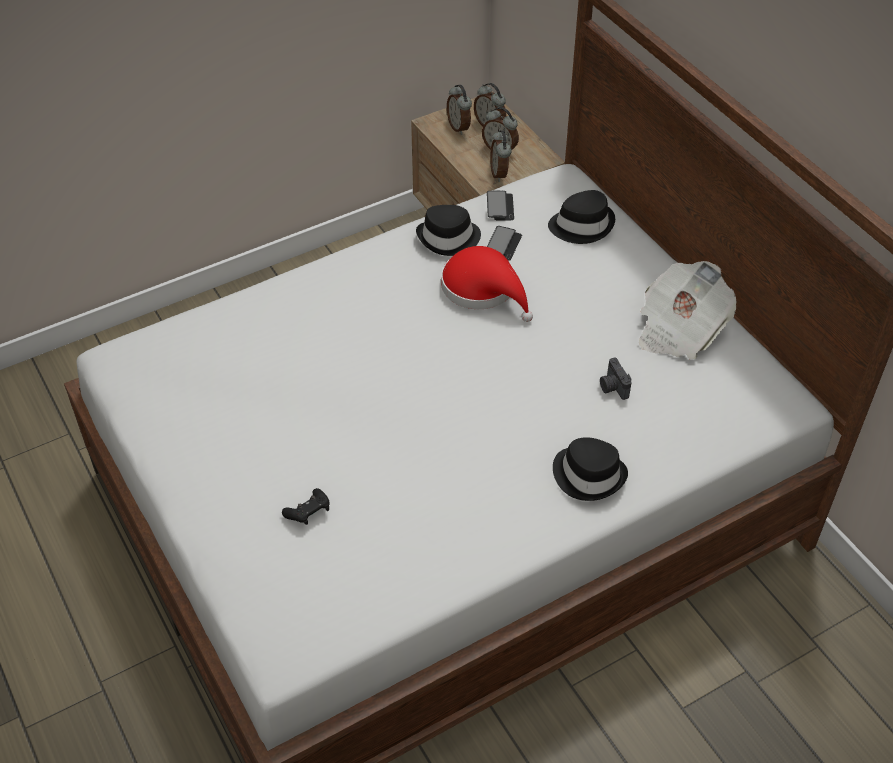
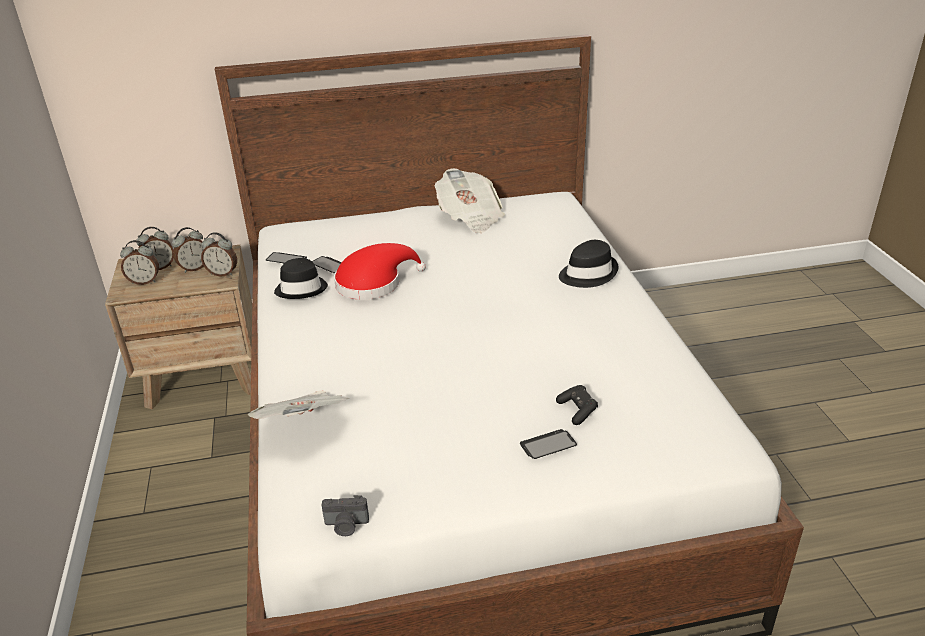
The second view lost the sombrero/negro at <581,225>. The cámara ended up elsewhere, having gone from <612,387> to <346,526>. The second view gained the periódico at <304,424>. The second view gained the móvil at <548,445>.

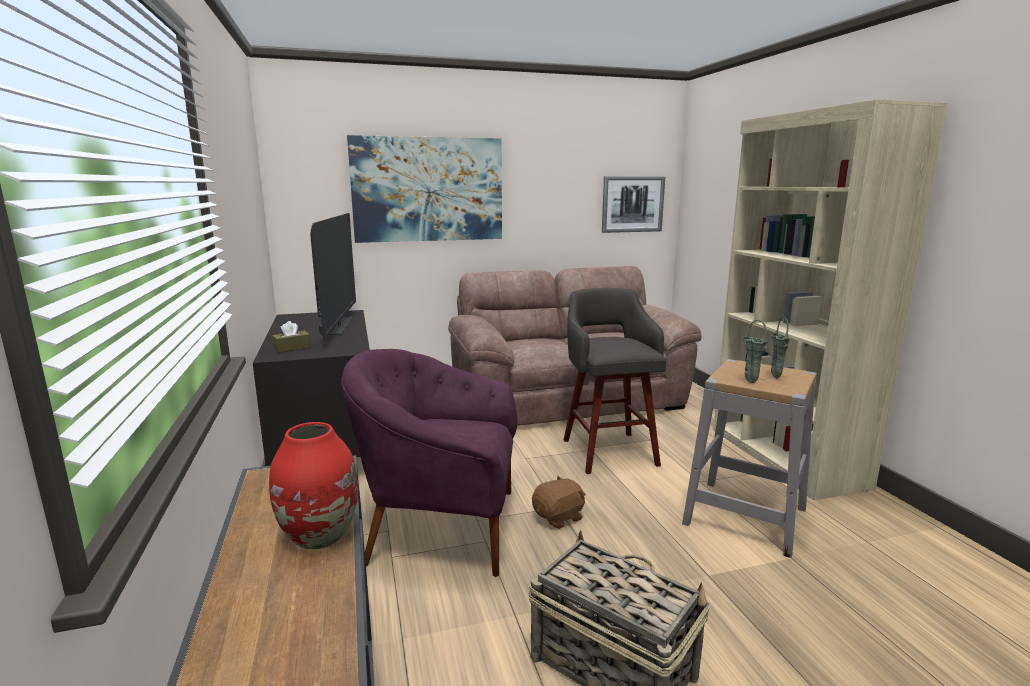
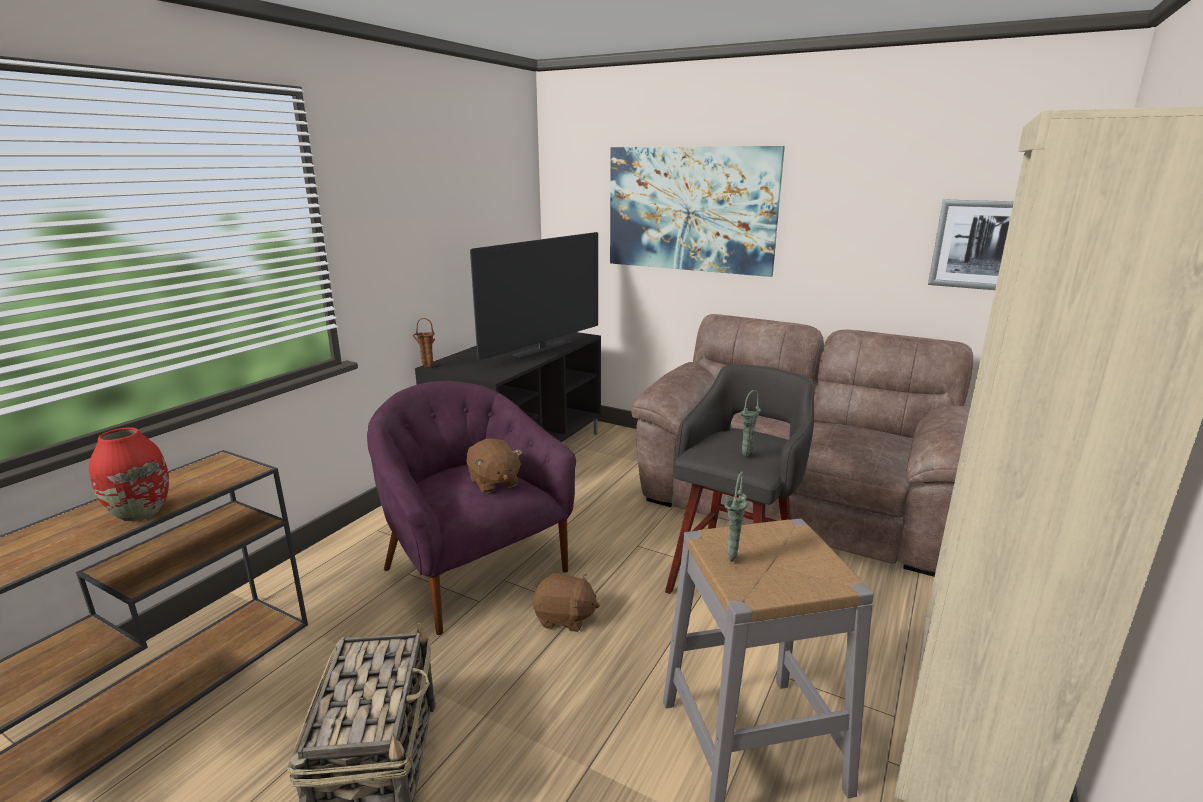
The second view lost the caja de pañuelos/marrón at <292,348>. The florero/verde ended up elsewhere, having gone from <774,377> to <747,455>. The second view gained the florero/marrón at <426,367>. The second view gained the peluche/marrón at <493,483>.

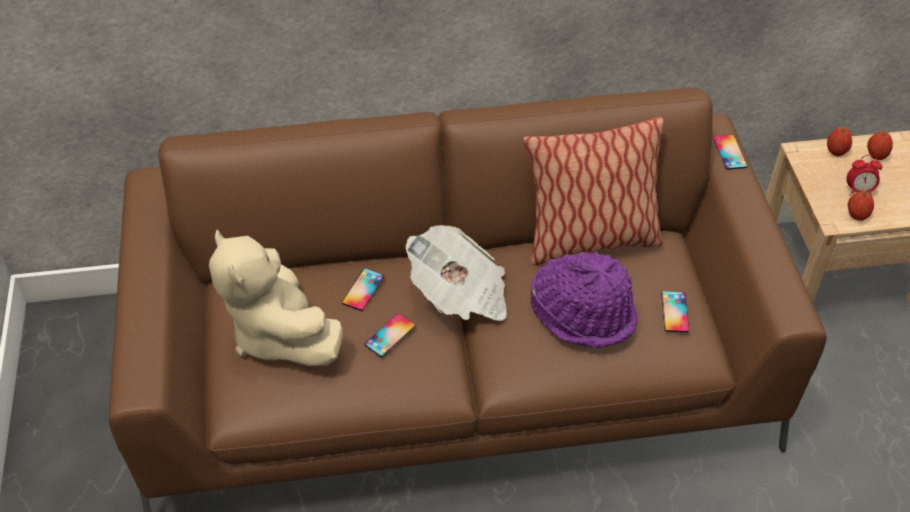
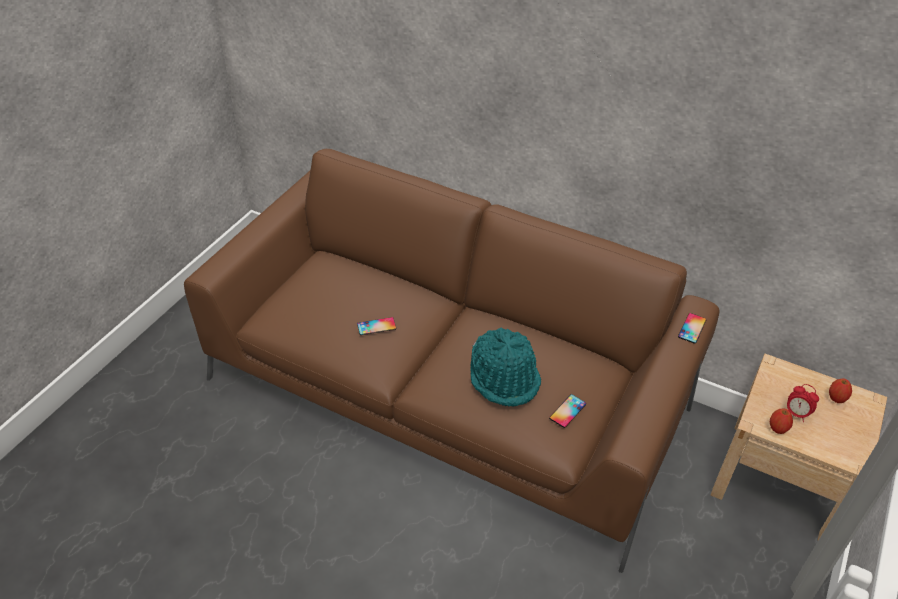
The second view lost the peluche/beis at <279,334>. The second view lost the móvil at <363,289>. The second view lost the periódico at <460,294>. The second view lost the cojín at <590,241>. What was the sombrero/morado at <584,313> turned into the sombrero/turquesa at <504,378>. The second view lost the manzana at <836,151>.

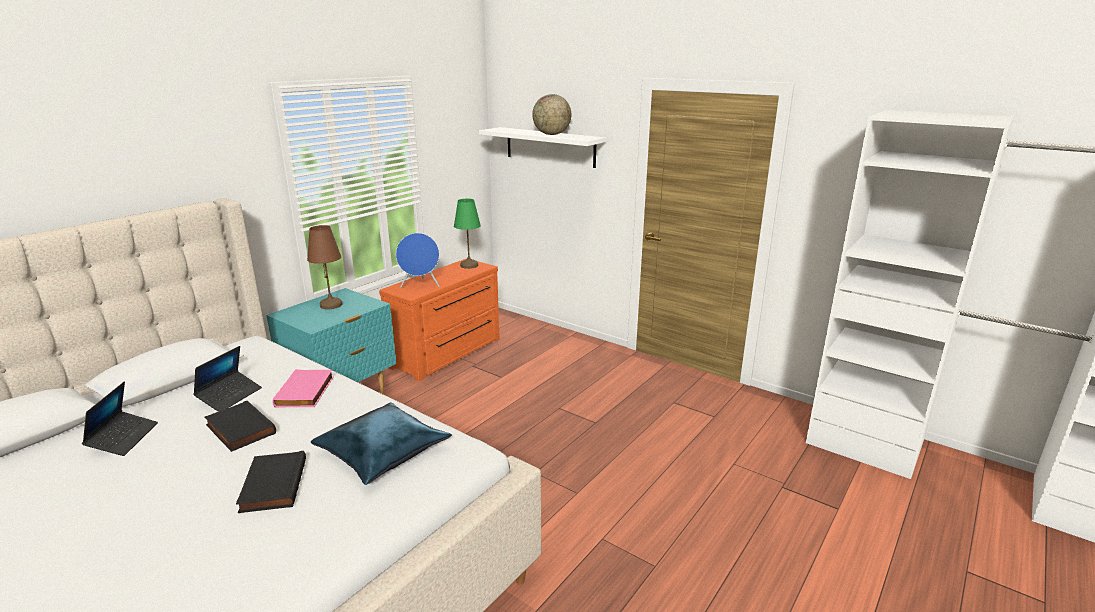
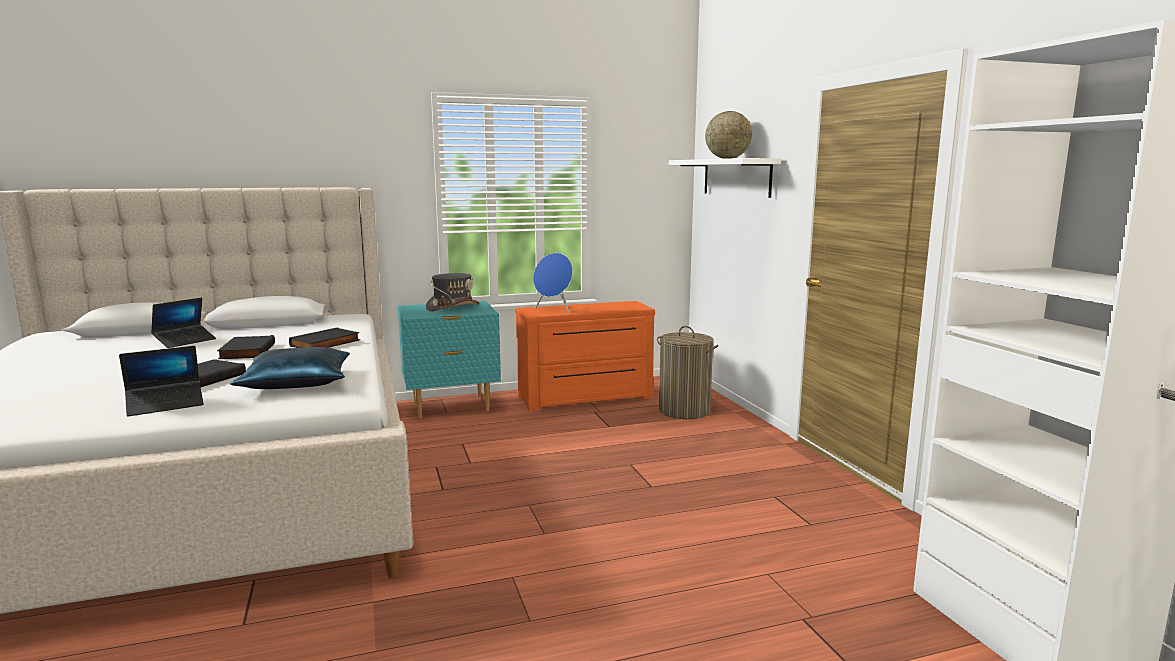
The portátil ended up elsewhere, having gone from <230,396> to <165,405>. What was the libro/rosa at <306,392> turned into the libro/negro at <326,343>. Where the lámpara de mesa/marrón stood at <331,305>, the sombrero/gris came to stand at <453,307>. The second view lost the lámpara de mesa/verde at <469,265>. The second view gained the cesto de la ropa at <684,411>.

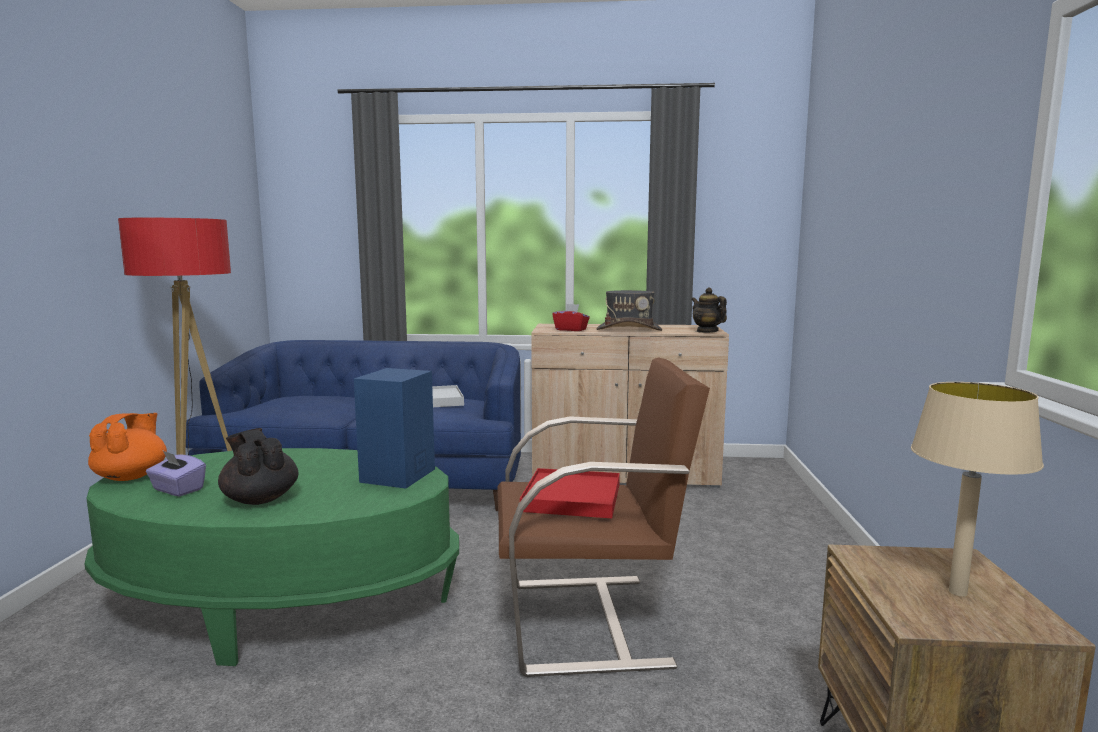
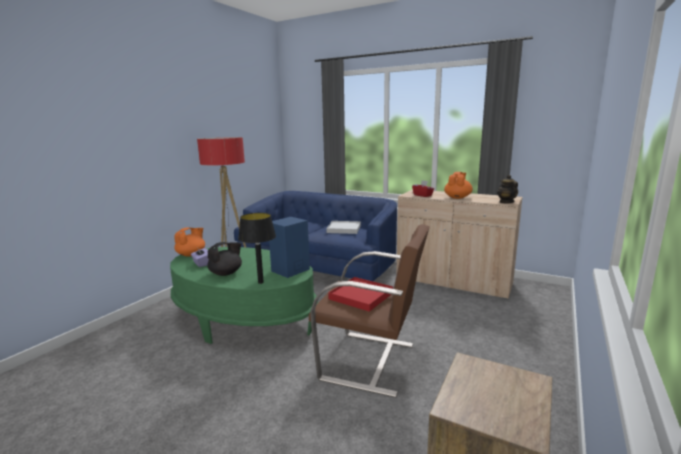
The tetera/negro at <260,499> ended up facing another way, 60 degrees clockwise from before. Where the sombrero/gris stood at <629,330>, the tetera/naranja came to stand at <457,197>. The second view lost the lámpara de mesa/beis at <957,592>. The second view gained the lámpara de mesa/negro at <260,282>.

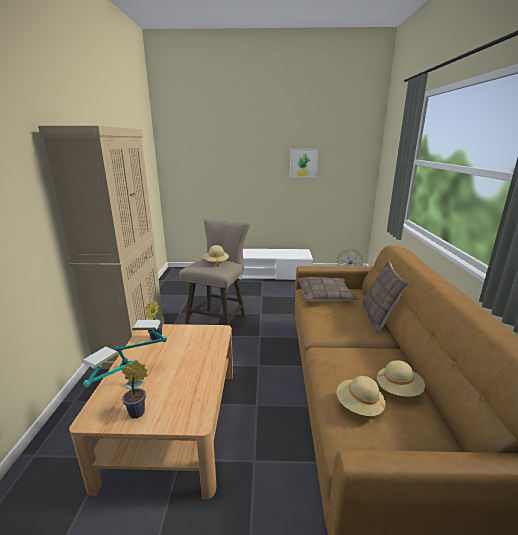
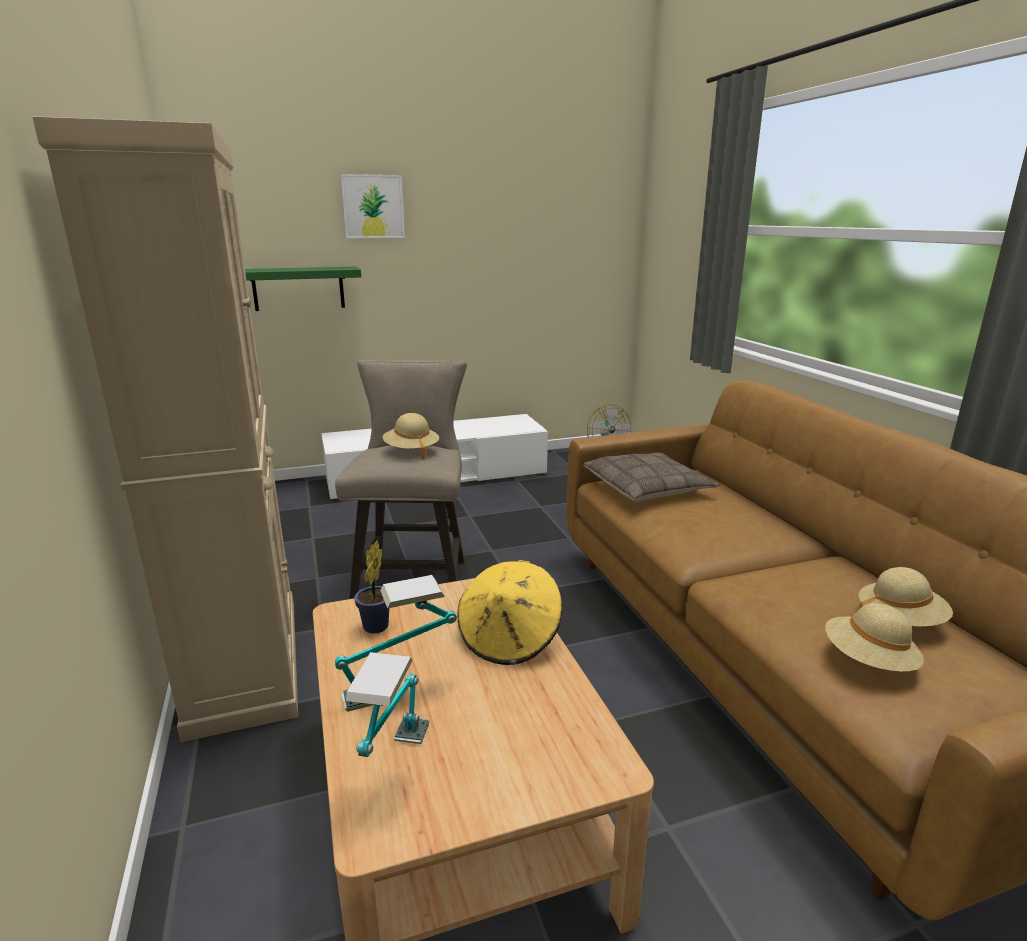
The second view lost the planta en maceta at <139,412>. The cuadro ended up elsewhere, having gone from <303,163> to <373,207>. The second view lost the cojín at <378,318>. The second view gained the estante/verde at <298,288>. The second view gained the sombrero/amarillo at <510,639>.

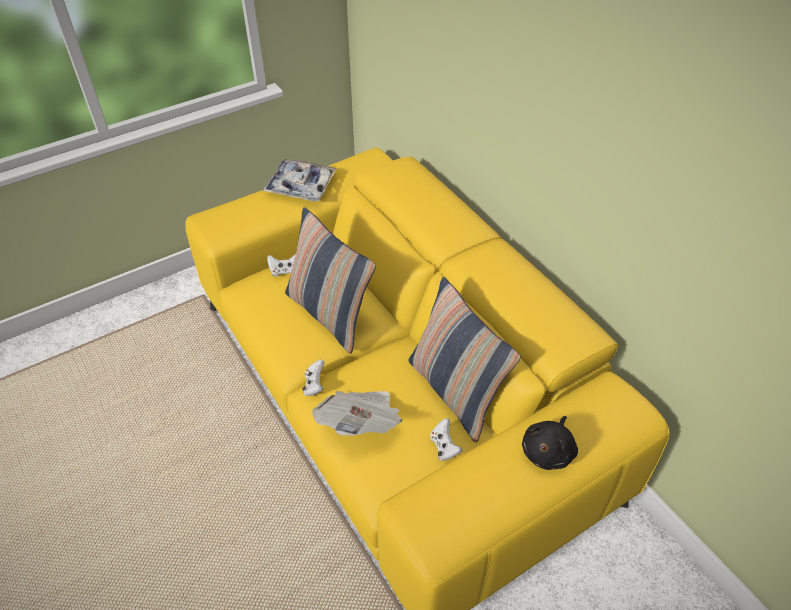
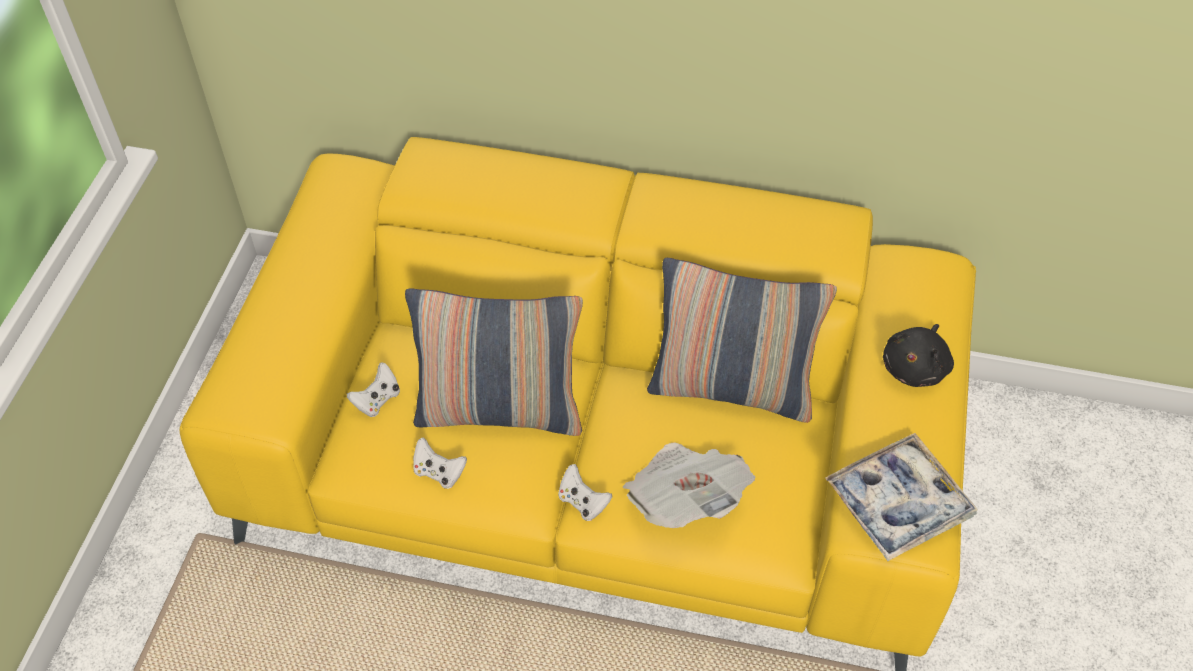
The bandeja ended up elsewhere, having gone from <301,186> to <898,503>. The mando de consola/blanco ended up elsewhere, having gone from <444,447> to <439,472>. The peluche/negro at <548,451> ended up facing another way, 45 degrees clockwise from before.

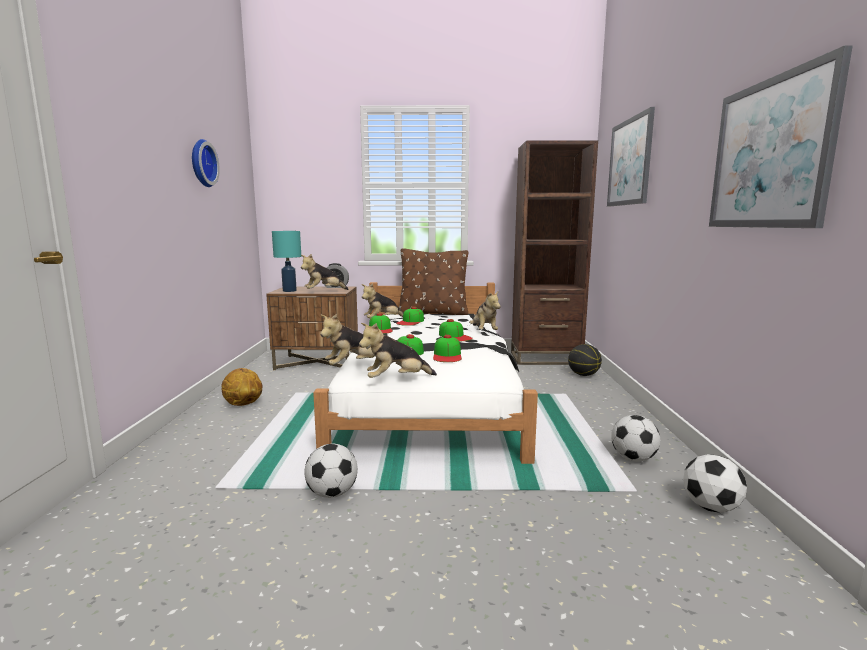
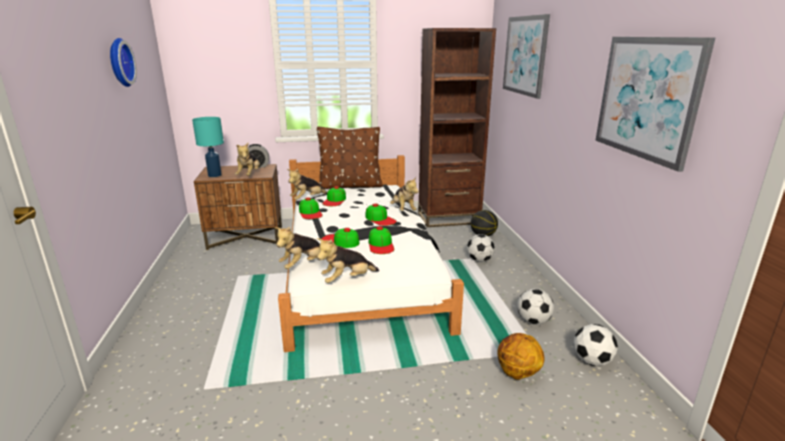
The balón de baloncesto ended up elsewhere, having gone from <243,404> to <517,373>. The peluche at <323,292> ended up facing another way, 45 degrees counterclockwise from before. The balón de fútbol ended up elsewhere, having gone from <332,493> to <479,260>.

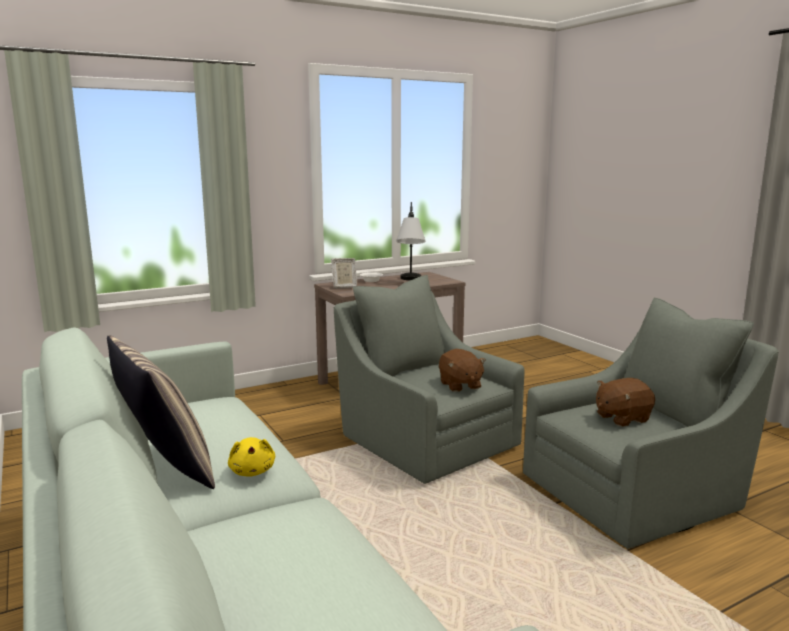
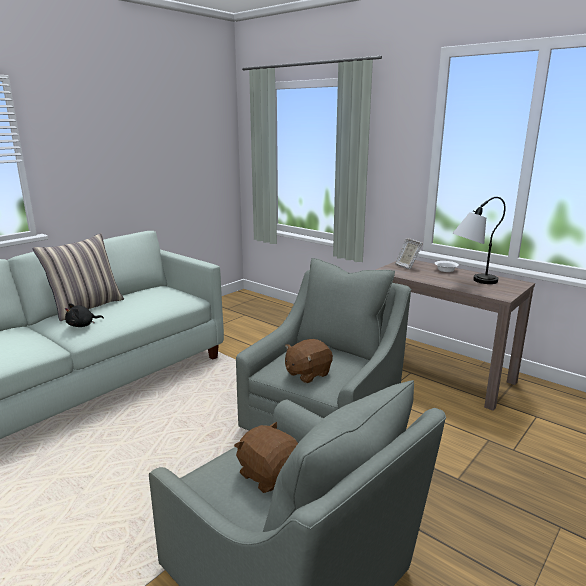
What was the peluche/amarillo at <252,471> turned into the peluche/negro at <82,325>.

